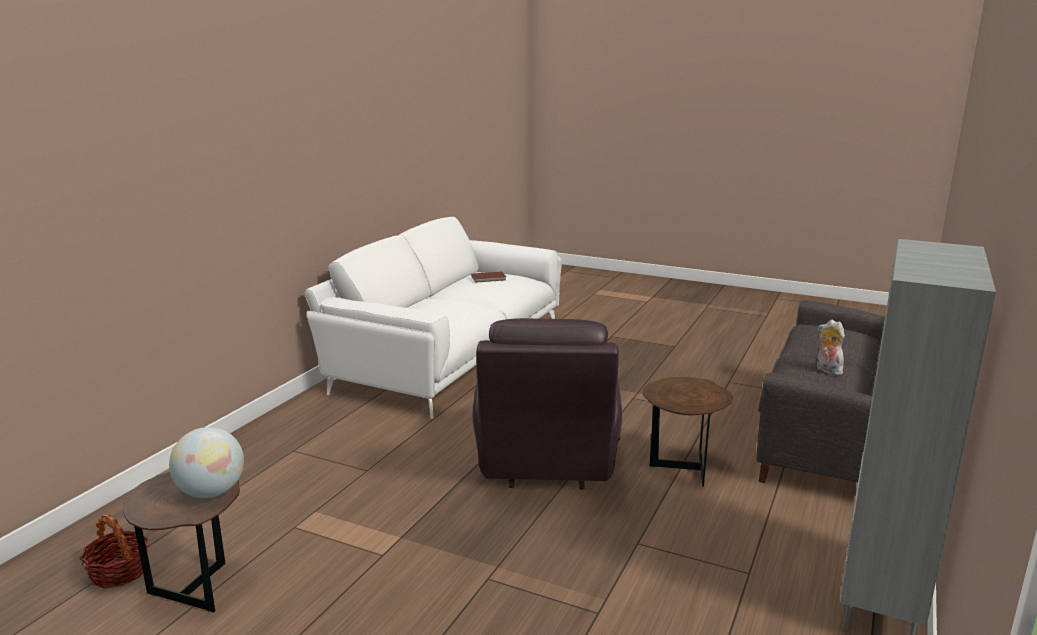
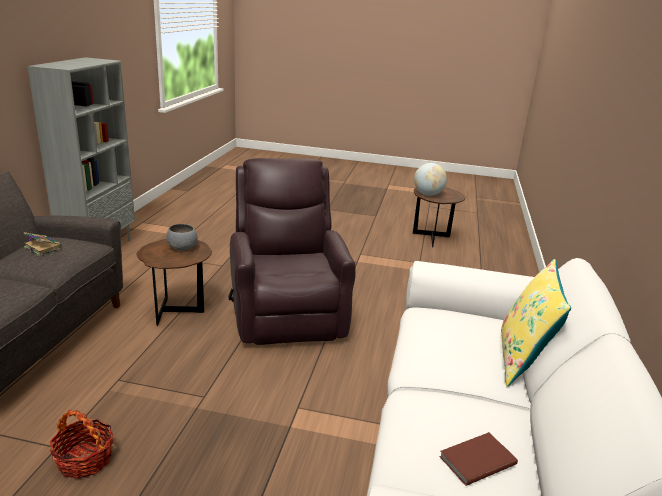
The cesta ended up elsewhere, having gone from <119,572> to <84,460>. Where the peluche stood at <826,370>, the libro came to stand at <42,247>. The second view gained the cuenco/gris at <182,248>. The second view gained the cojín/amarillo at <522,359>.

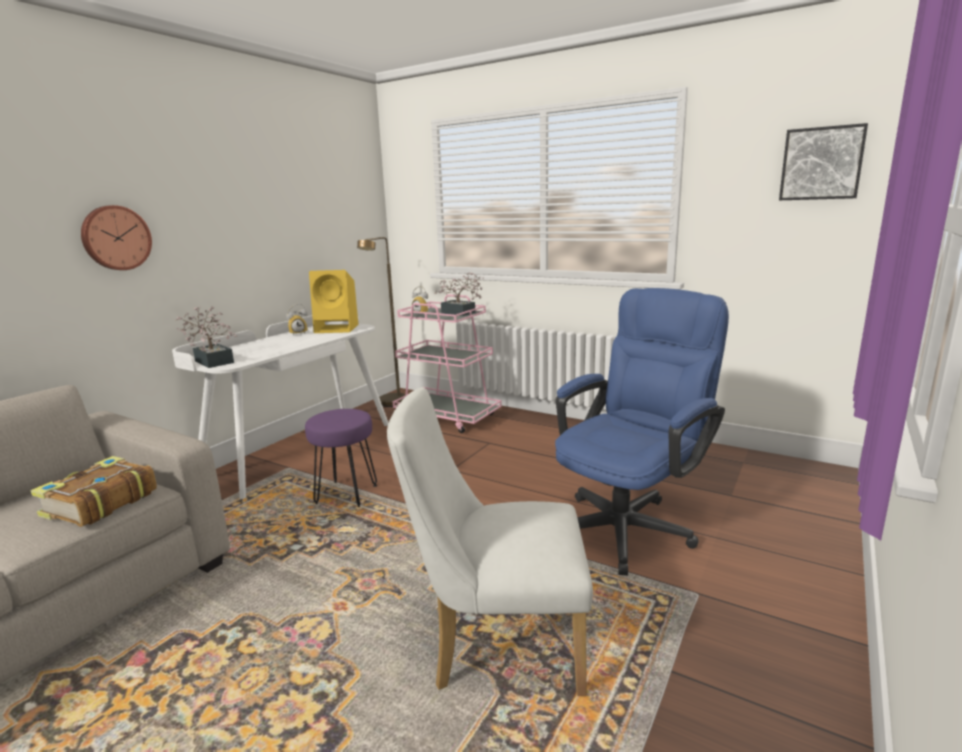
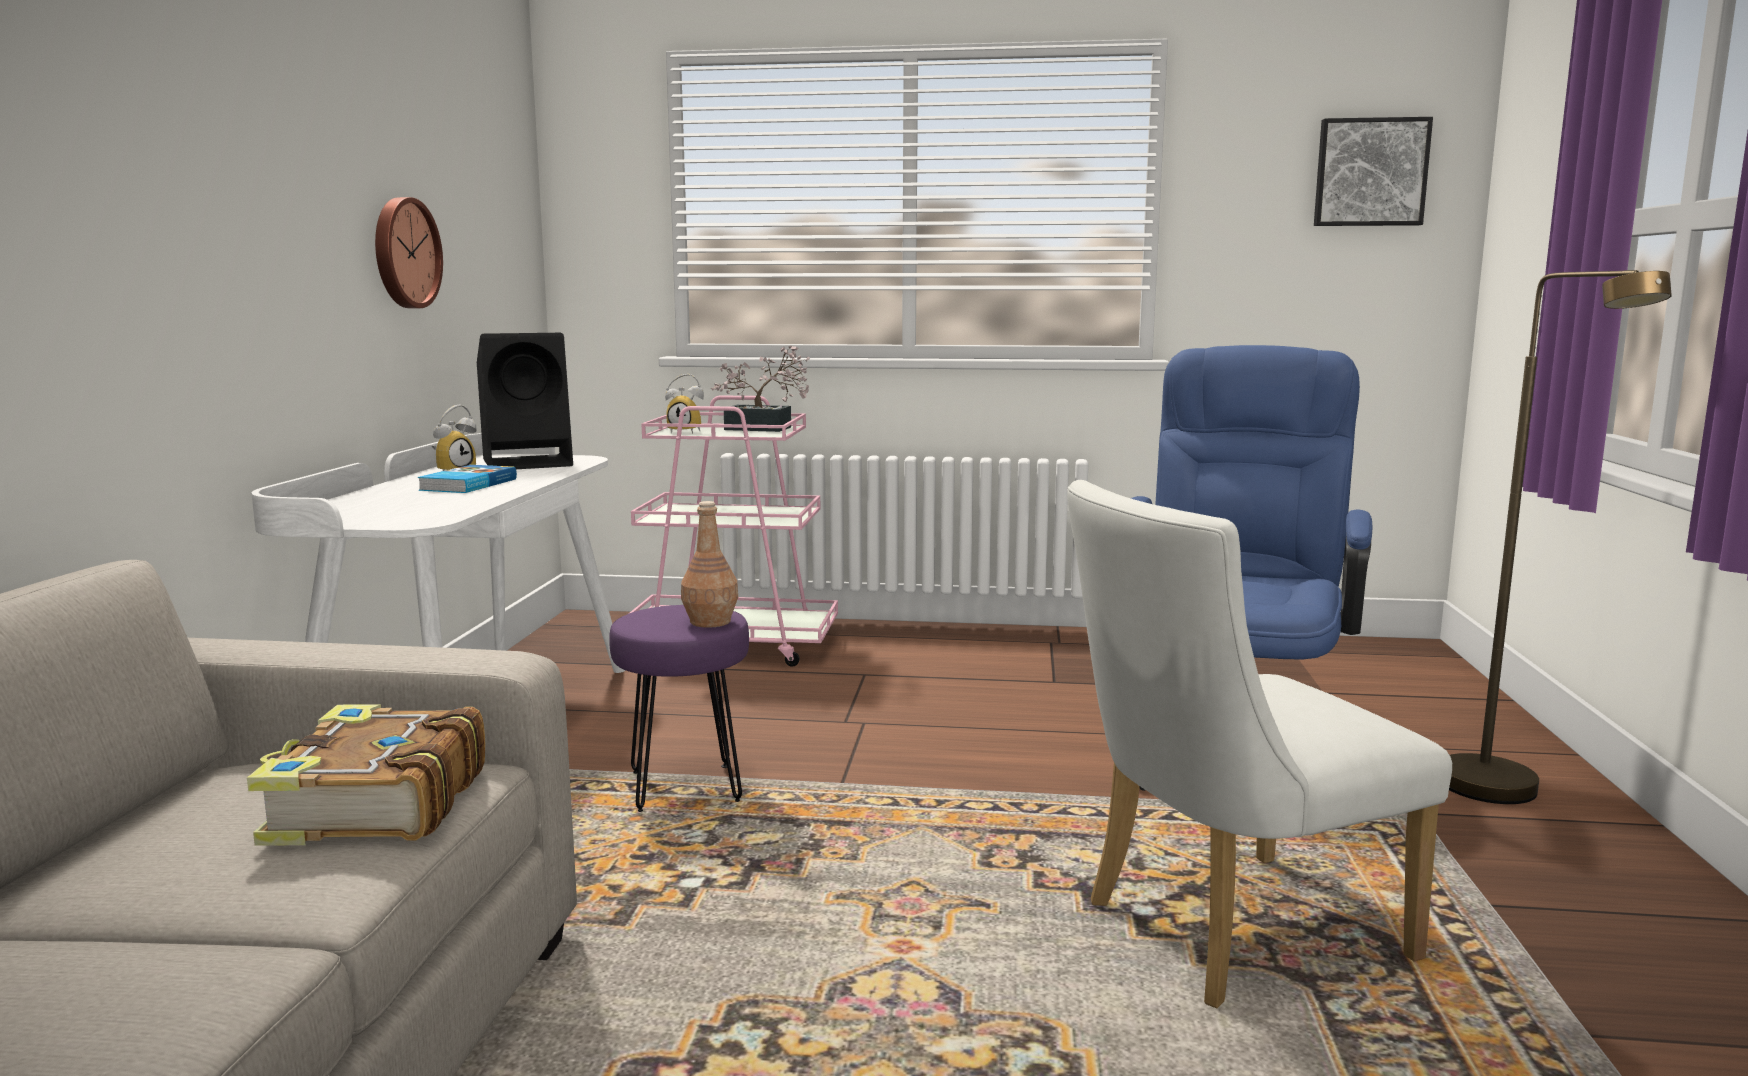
The reloj de pared ended up elsewhere, having gone from <115,238> to <404,253>. The second view lost the planta en maceta at <213,361>. What was the altavoz/amarillo at <338,328> turned into the altavoz/negro at <530,463>. The lámpara de pie/marrón ended up elsewhere, having gone from <390,405> to <1506,796>. The second view gained the libro at <467,484>. The second view gained the botella/marrón at <710,621>.

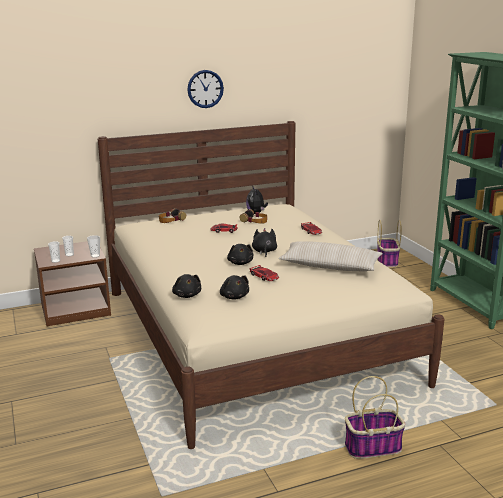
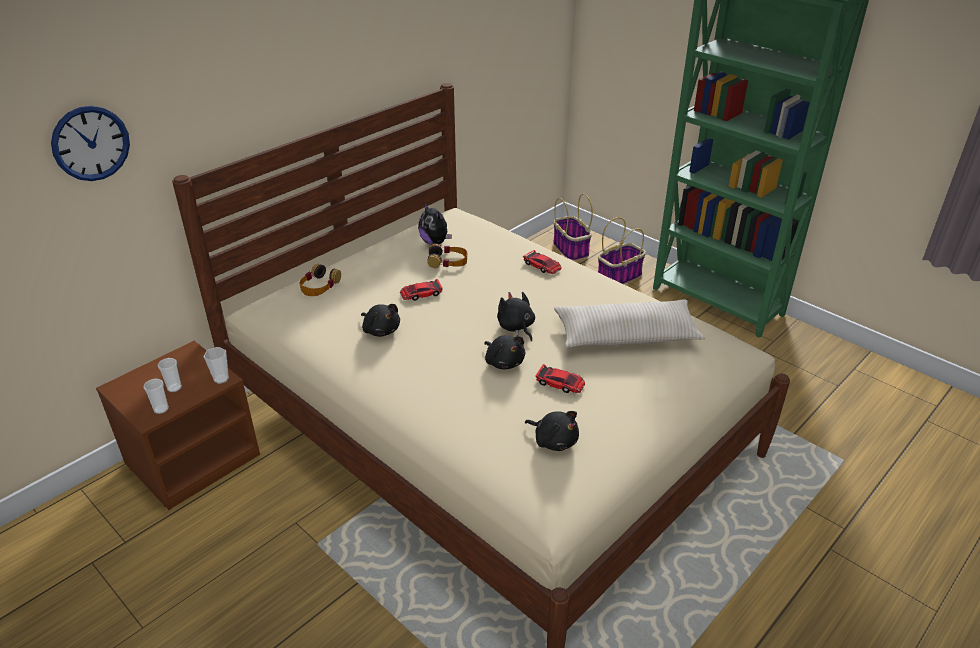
The peluche/negro ended up elsewhere, having gone from <187,295> to <381,330>. The reloj de pared ended up elsewhere, having gone from <205,89> to <91,143>. The cesta ended up elsewhere, having gone from <373,447> to <619,277>.

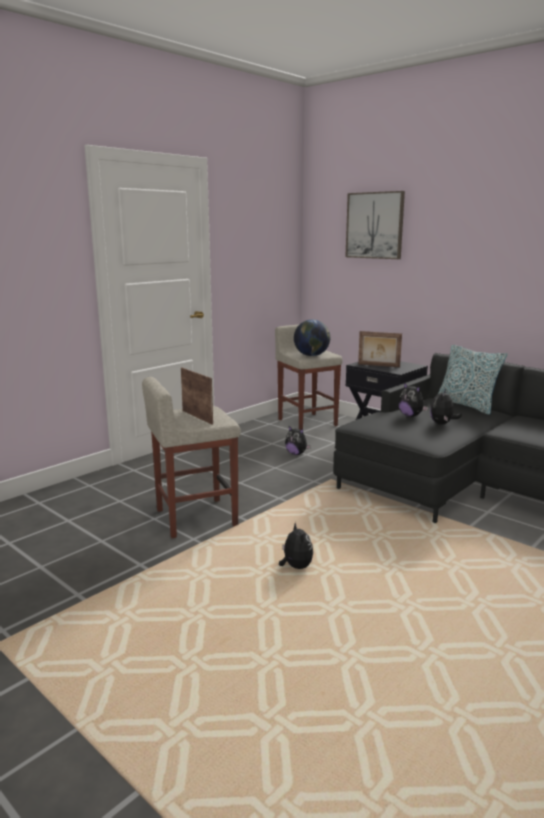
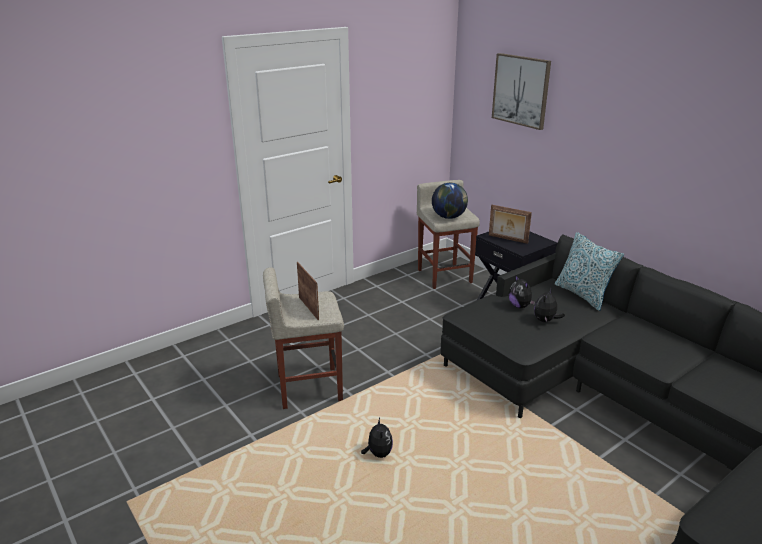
The second view lost the peluche at <296,454>.

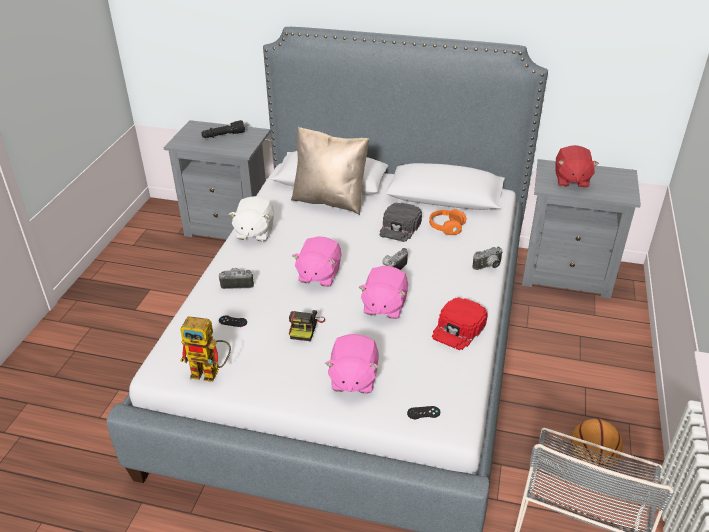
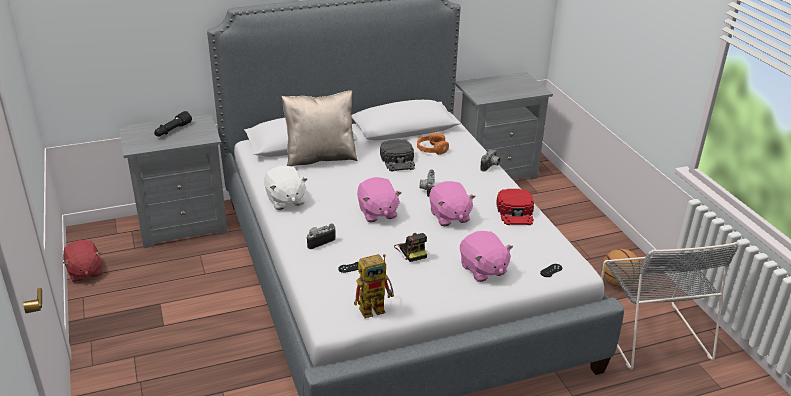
The peluche/rojo ended up elsewhere, having gone from <571,180> to <84,272>.

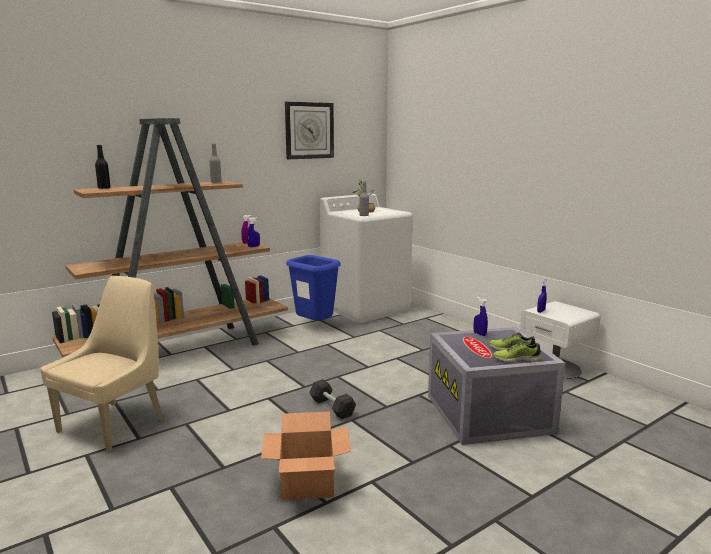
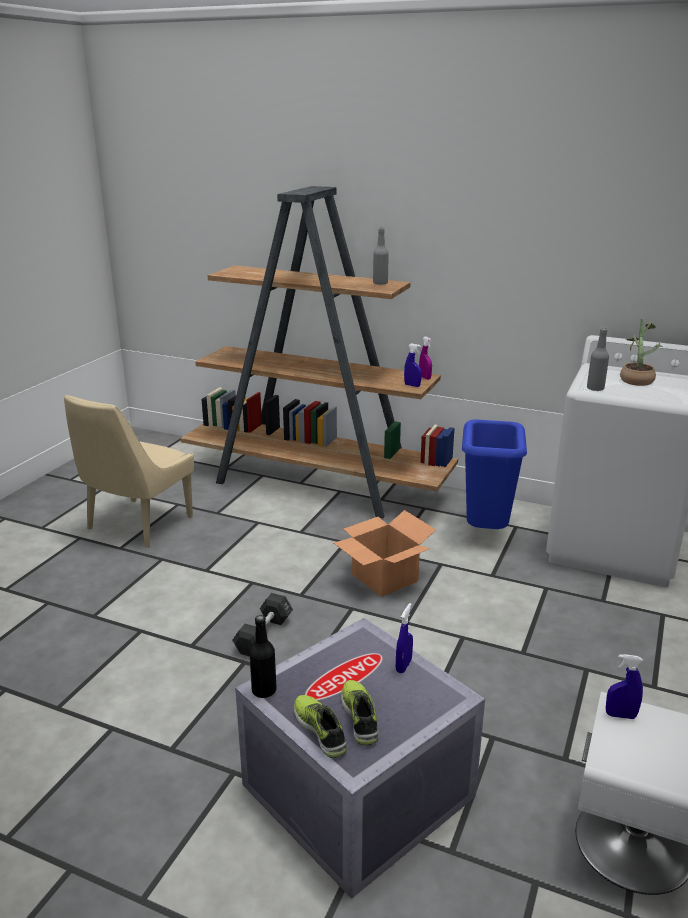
The silla/beis at <115,424> ended up facing another way, 120 degrees clockwise from before. The botella/negro ended up elsewhere, having gone from <104,188> to <264,690>. The caja de cartón ended up elsewhere, having gone from <308,483> to <385,578>. The second view lost the reloj de pared at <309,130>.

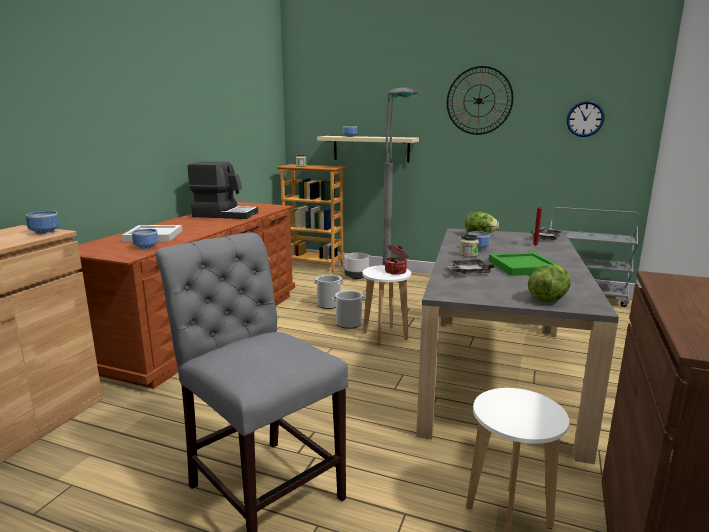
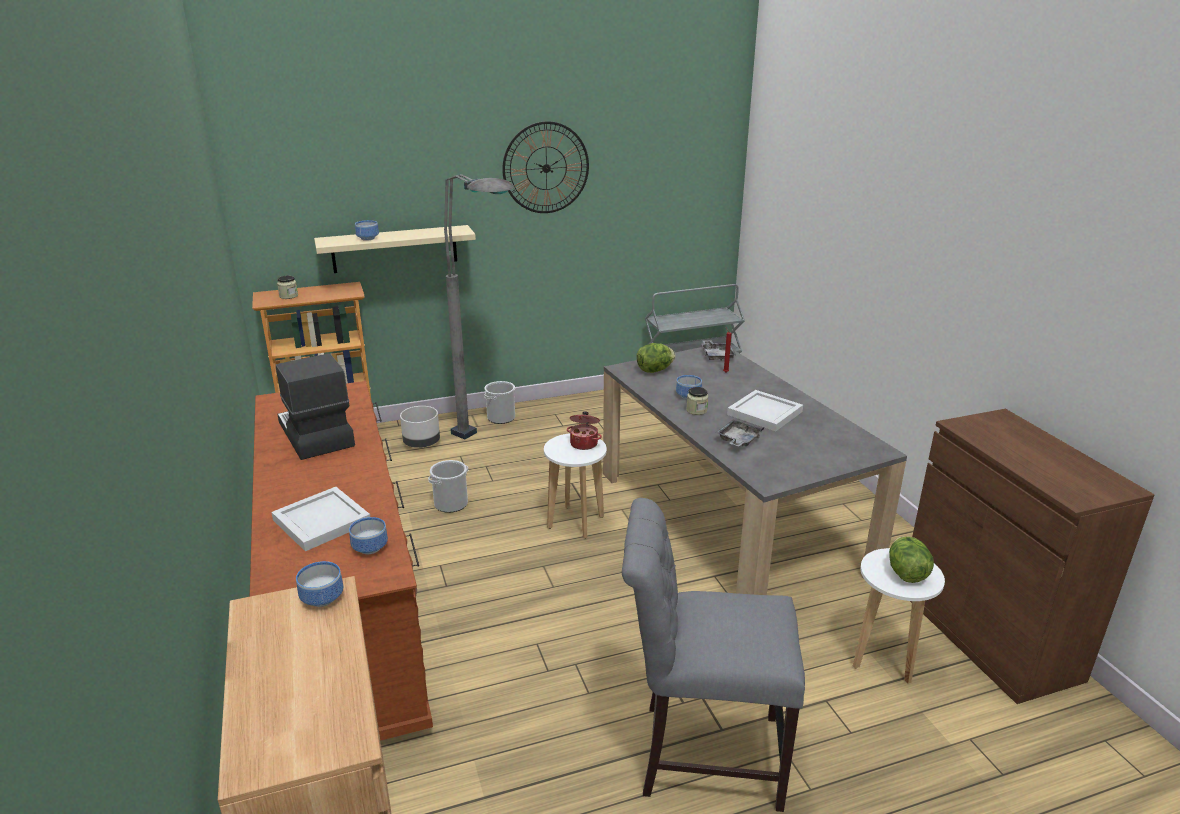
The cafetera at <225,214> ended up facing another way, 90 degrees counterclockwise from before. The cubo ended up elsewhere, having gone from <349,323> to <501,417>. What was the bandeja/verde at <524,267> turned into the bandeja/blanco at <766,413>. The lechuga ended up elsewhere, having gone from <548,299> to <906,573>. The second view lost the reloj de pared at <585,119>.

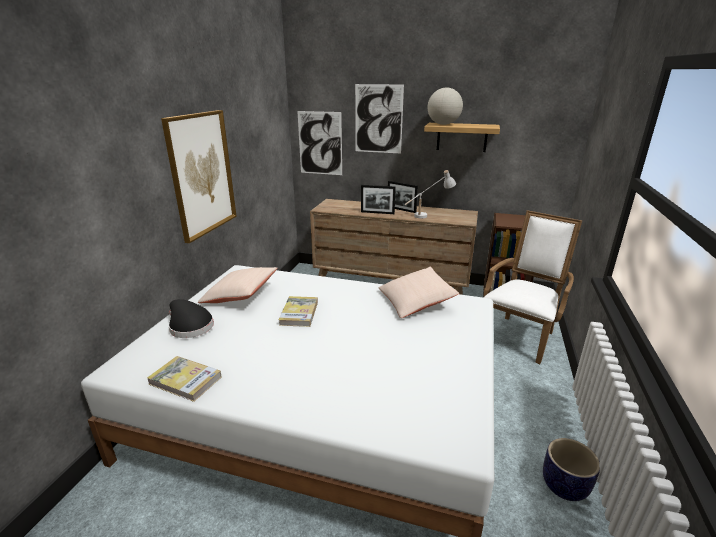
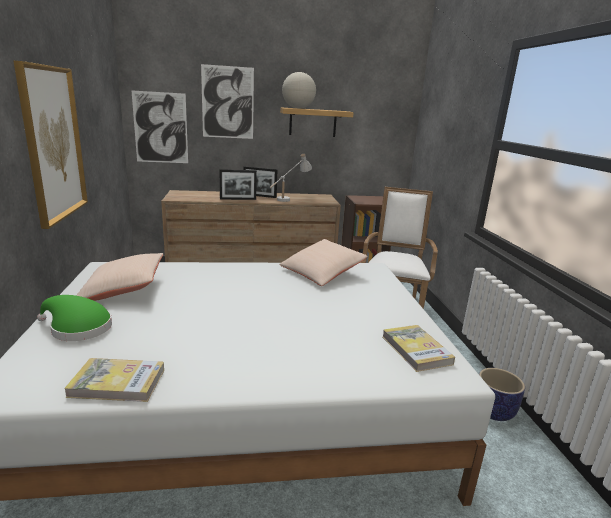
What was the sombrero/negro at <189,326> turned into the sombrero/verde at <77,328>. The libro ended up elsewhere, having gone from <299,313> to <416,350>.

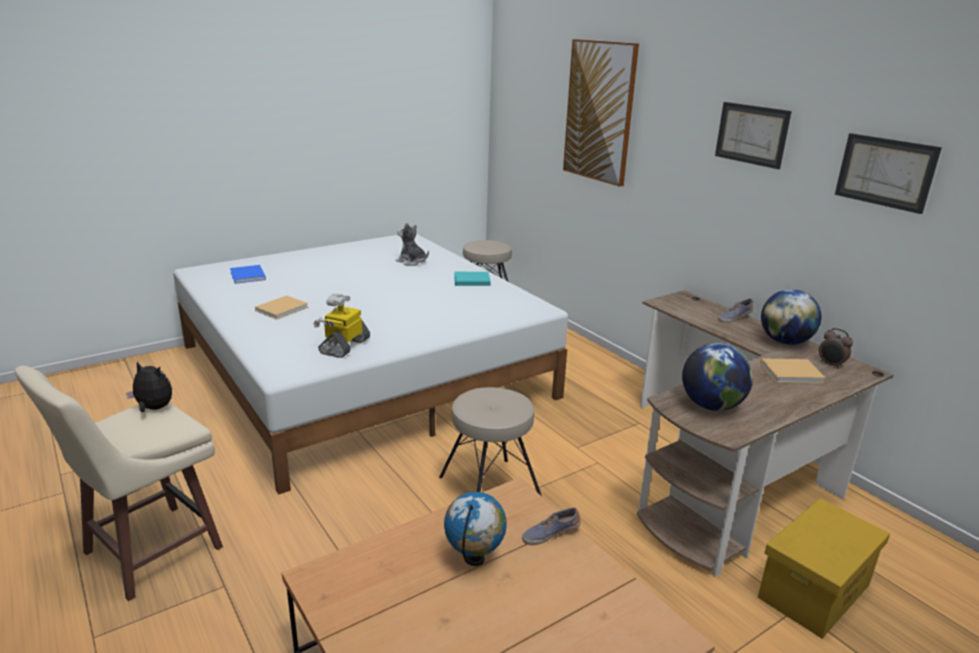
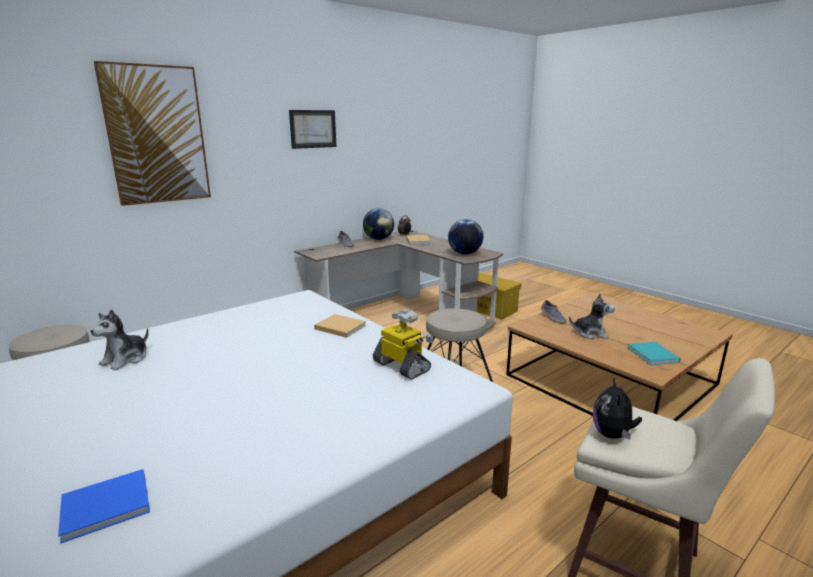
The libro/beis ended up elsewhere, having gone from <283,308> to <339,327>. The robot de juguete at <344,346> ended up facing another way, 150 degrees counterclockwise from before. Where the globo terráqueo stood at <474,559>, the peluche came to stand at <590,333>. The libro/turquesa ended up elsewhere, having gone from <470,280> to <653,355>. The second view lost the cuadro at <885,172>.

